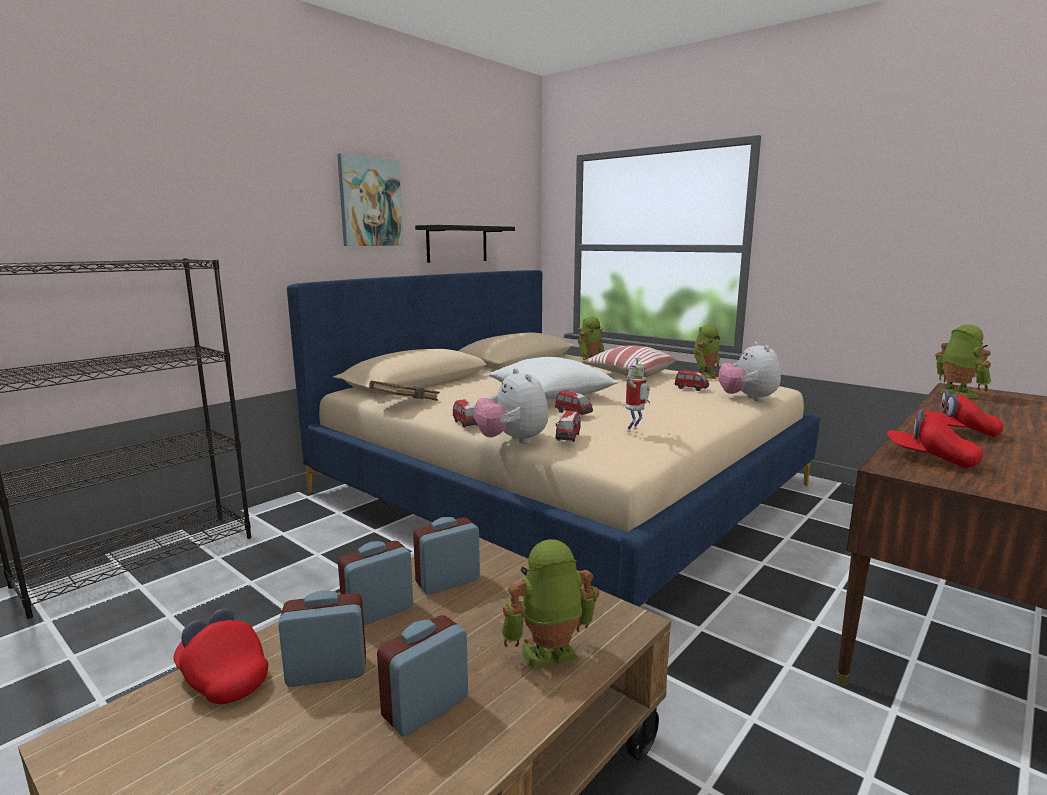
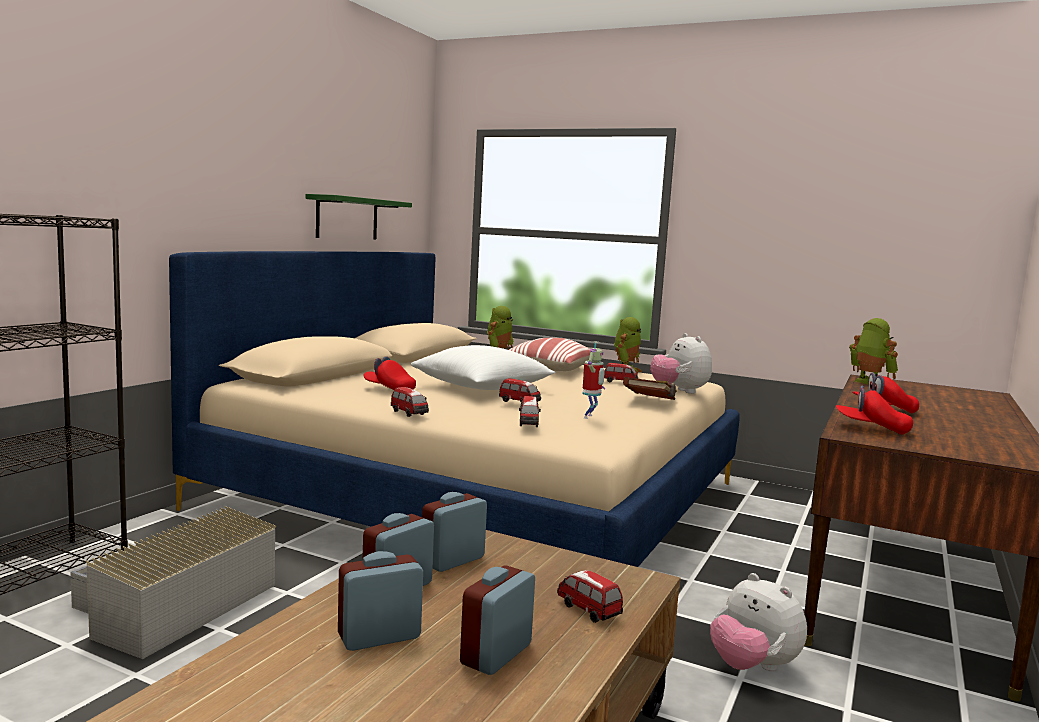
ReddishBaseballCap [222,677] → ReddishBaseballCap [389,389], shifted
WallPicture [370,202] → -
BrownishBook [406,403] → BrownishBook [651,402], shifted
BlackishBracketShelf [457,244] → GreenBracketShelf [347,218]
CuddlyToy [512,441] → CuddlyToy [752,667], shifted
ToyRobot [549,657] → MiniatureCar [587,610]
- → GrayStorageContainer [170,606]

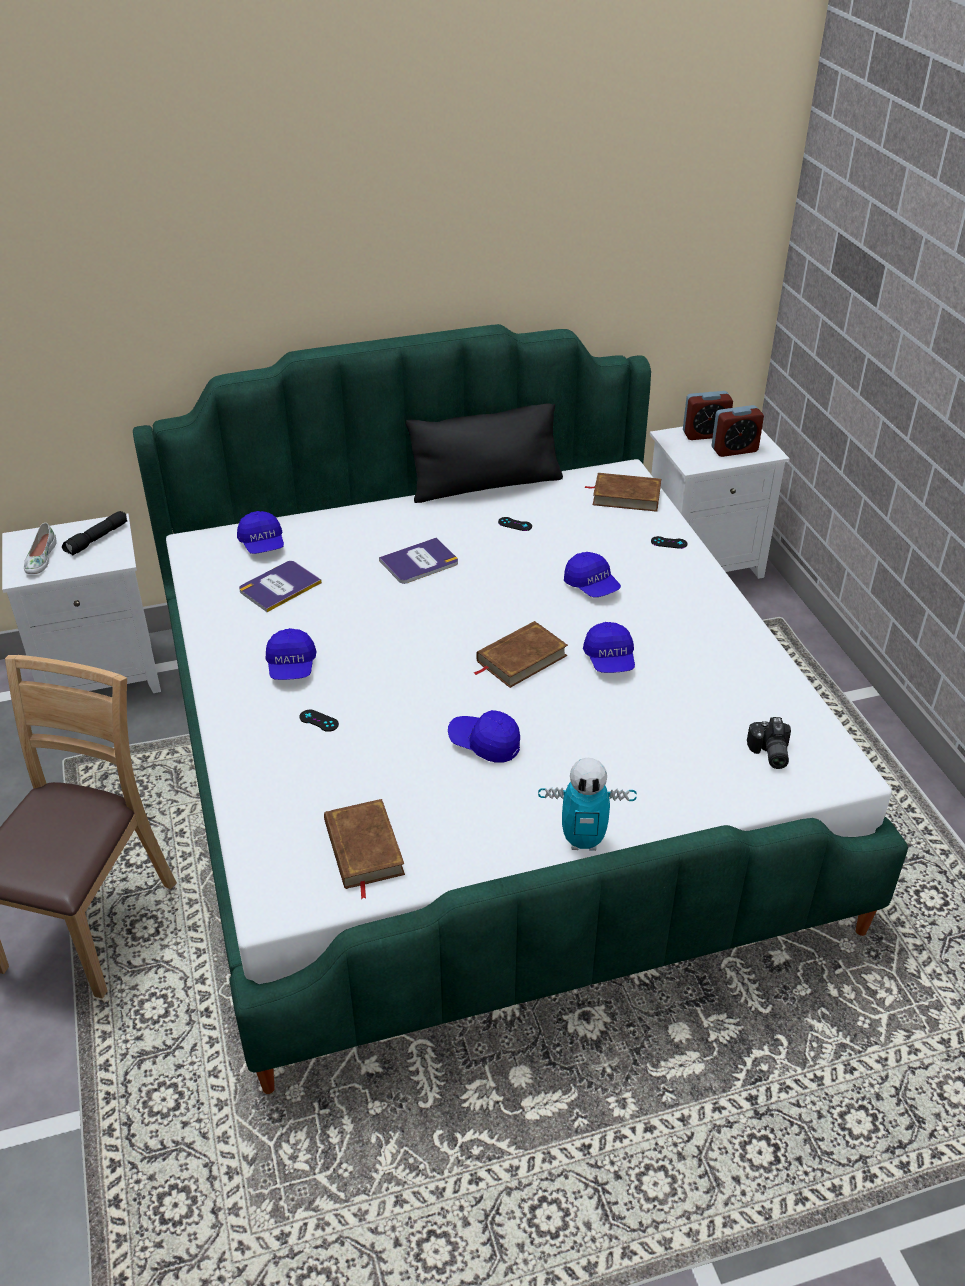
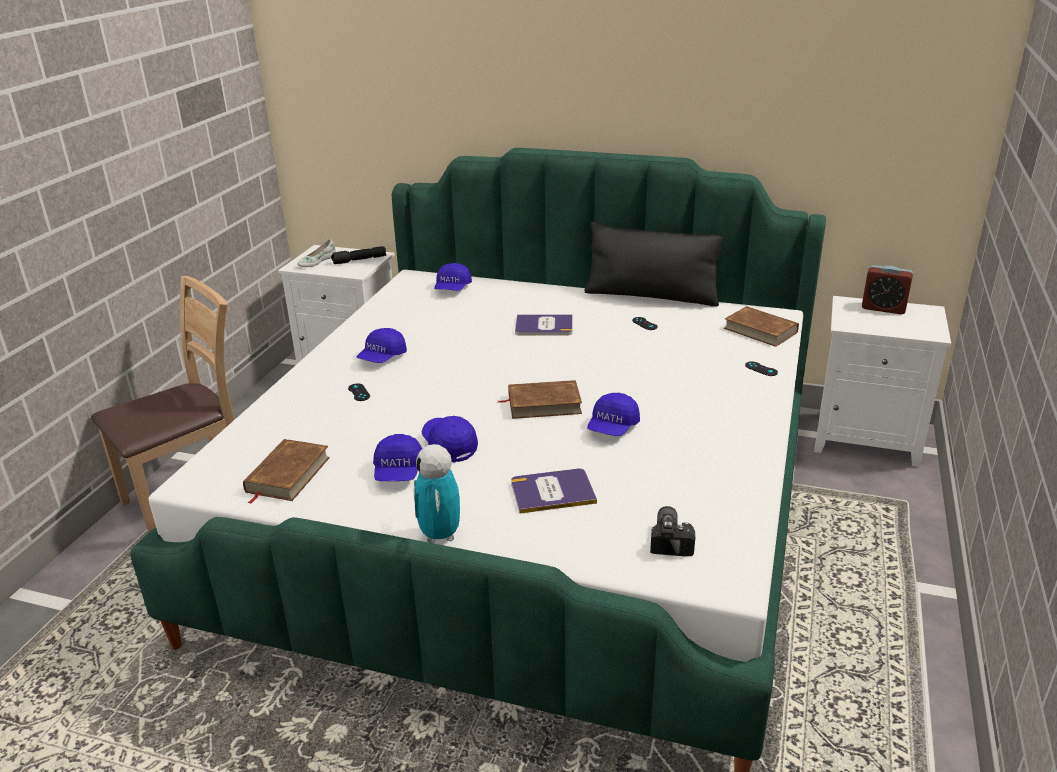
Book [279,587] → Book [552,492], shifted
ToyRobot [583,841] → ToyRobot [440,535], 45 degrees clockwise
BlueColouredBaseballCap [591,586] → BlueColouredBaseballCap [398,472], shifted
TableClock [734,450] → -
StillCamera [768,753] → StillCamera [672,539], 150 degrees clockwise

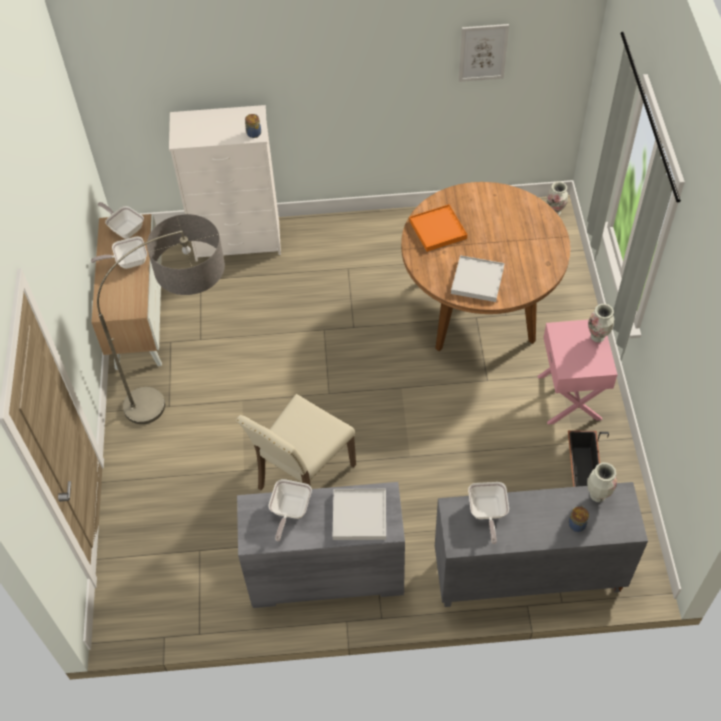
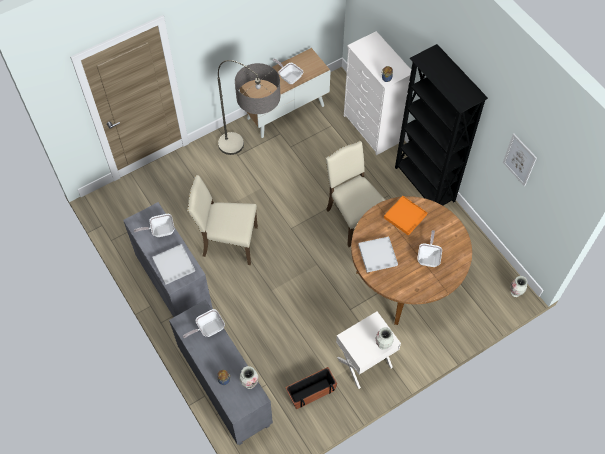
Pan [125,228] → Pan [429,257], shifted
PinkishNightTable [570,397] → WhitishNightTable [365,363]
- → SandColouredChair [353,218]
- → BlackishShelvingUnit [424,185]

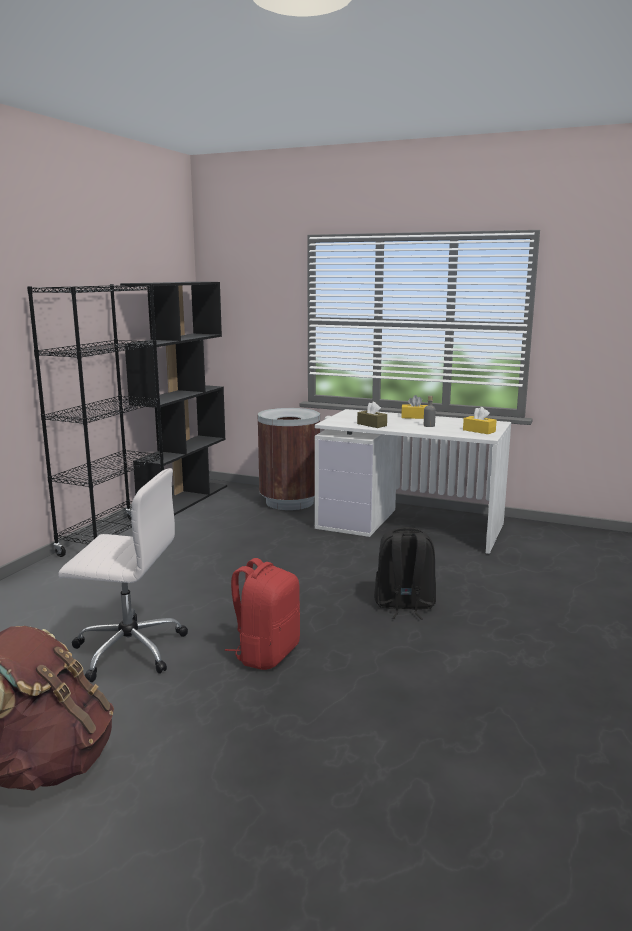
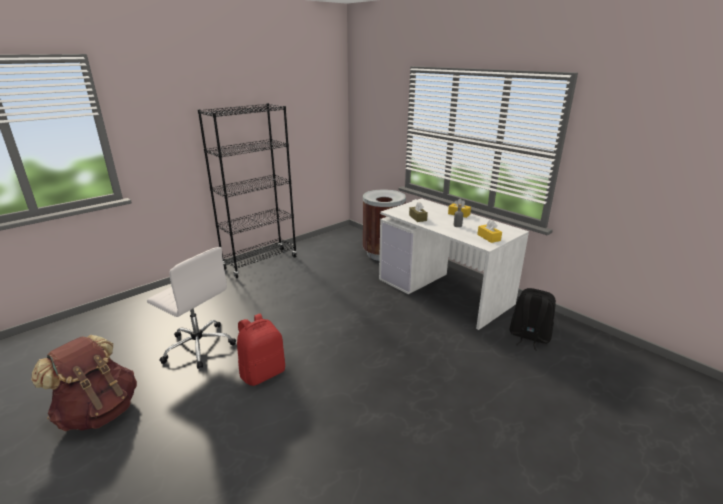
BlackishShelvingUnit [184,500] → -
BlackishBackpack [404,605] → BlackishBackpack [528,337], shifted

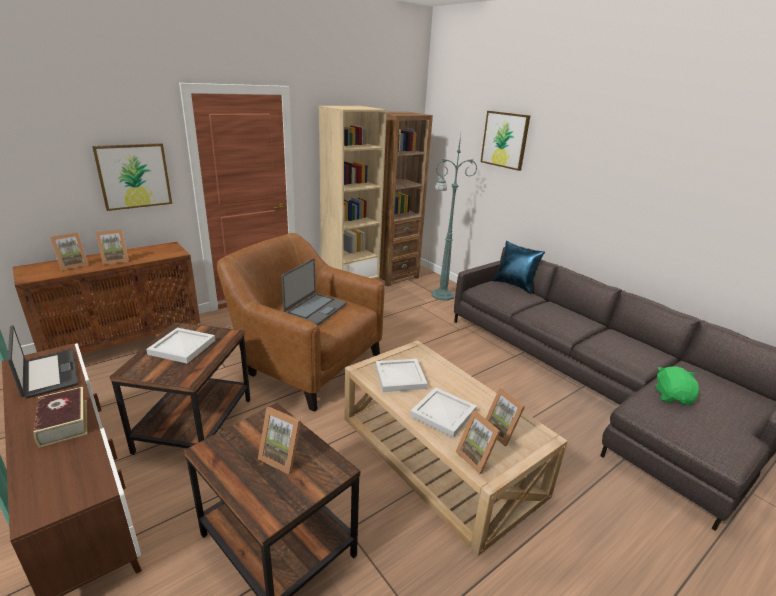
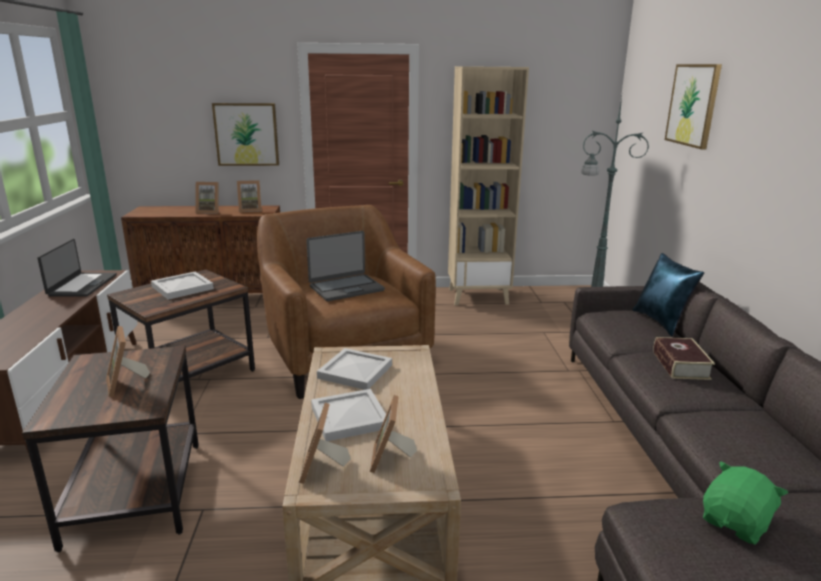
Book [64,422] → Book [680,365], shifted
PictureFrame [72,265] → PictureFrame [250,210], shifted
BrownishShelvingUnit [392,276] → -

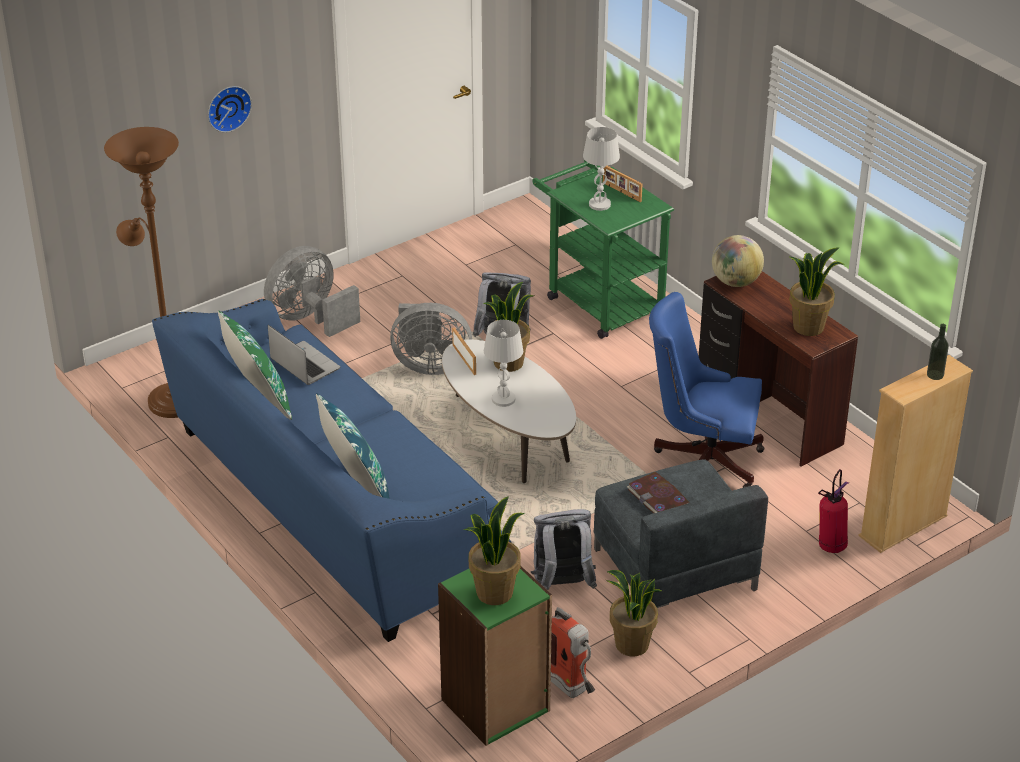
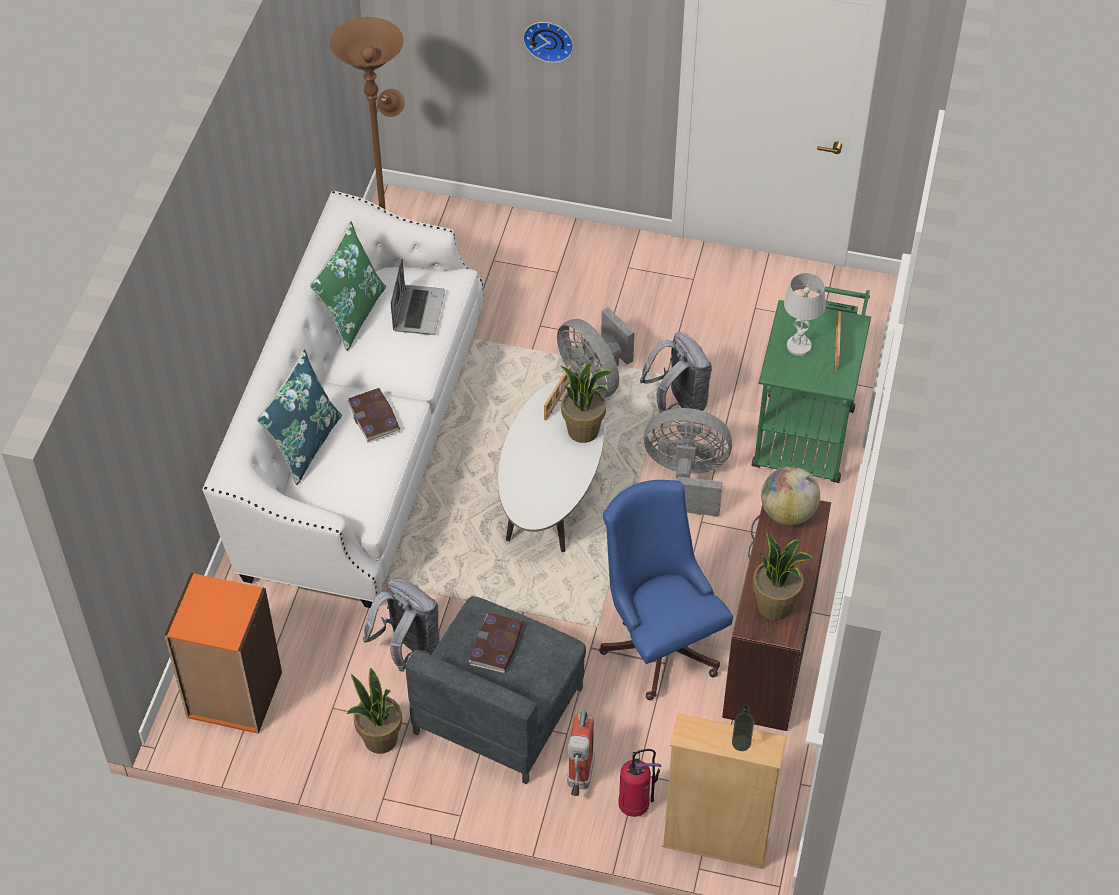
BlueColouredSettee [332,507] → WhitishSettee [360,441]
GrayFan [310,319] → GrayFan [687,477], shifted
GreenShelvingUnit [496,706] → OrangeShelvingUnit [234,696]
PlantInAPot [494,592] → -
WhitishTabletopLamp [503,399] → -
Extinguisher [572,690] → Extinguisher [579,780], shifted
- → Book [374,417]

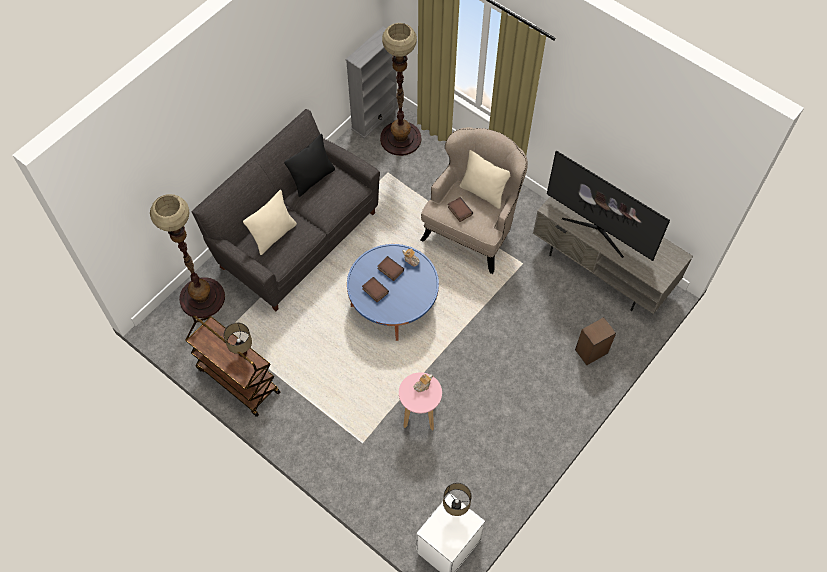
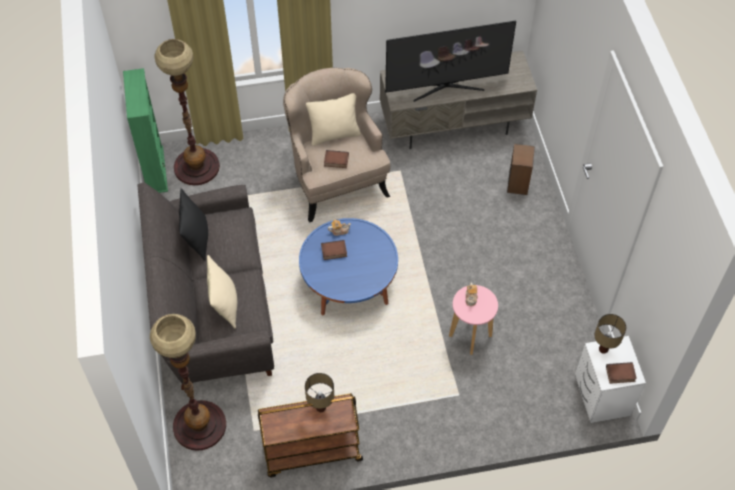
GrayShelvingUnit [374,118] → GreenShelvingUnit [155,170]
Book [374,291] → Book [620,375], shifted

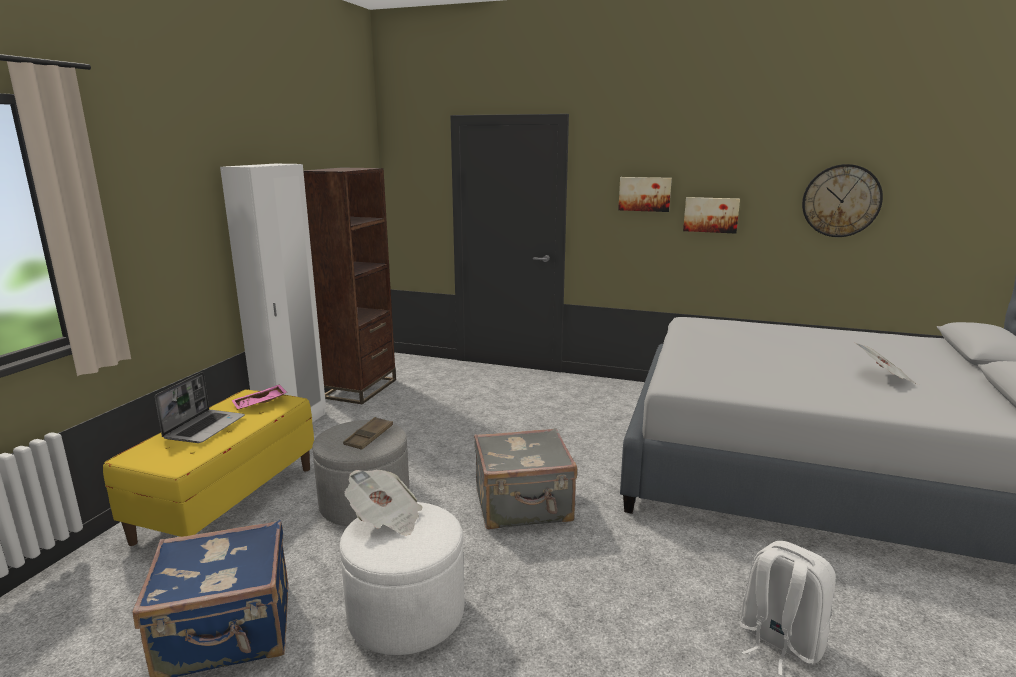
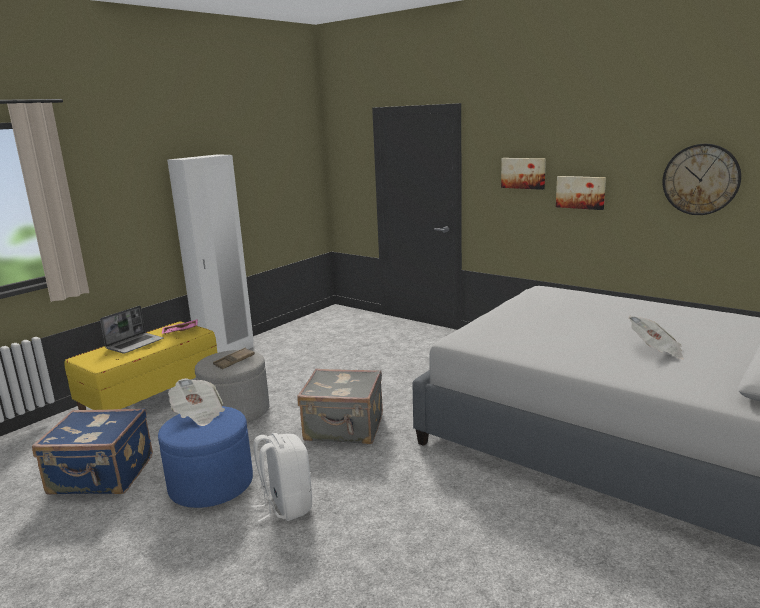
BrownishShelvingUnit [360,388] → -
WhitishFootrest [406,613] → BlueColouredFootrest [211,484]
WhitishBackpack [778,642] → WhitishBackpack [286,506], shifted

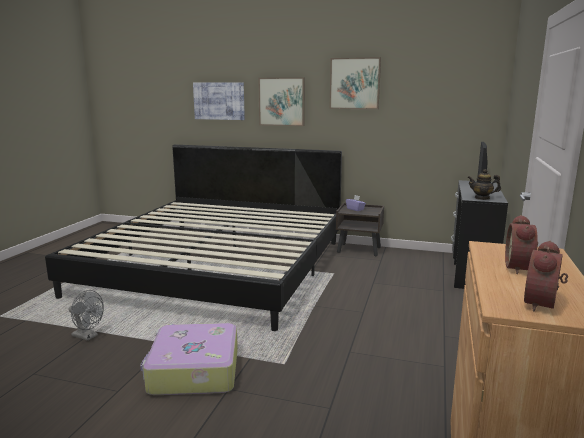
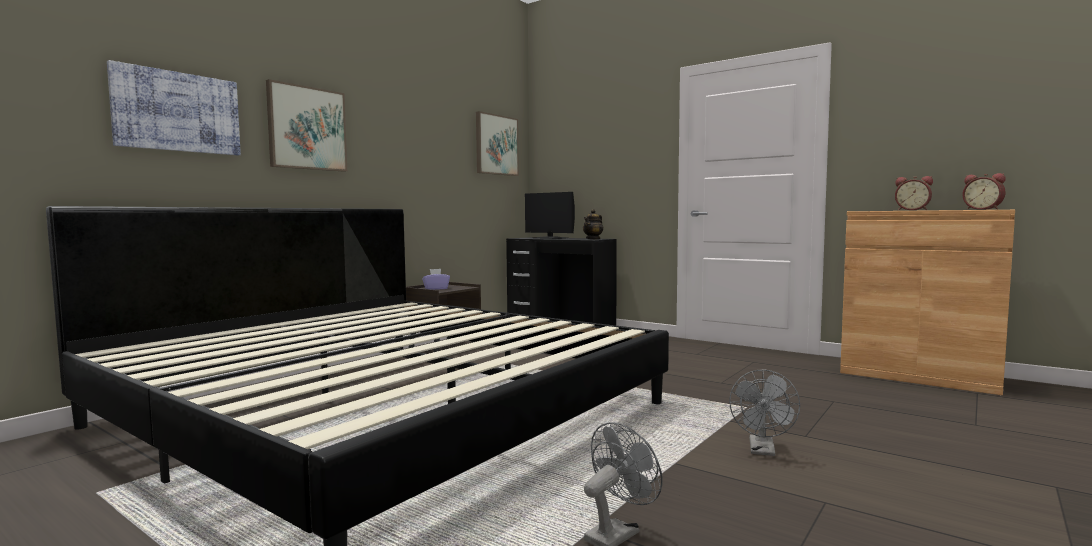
PieceOfLuggage [193,371] → GrayFan [763,451]
WallPicture [354,83] → WallPicture [496,145], shifted

